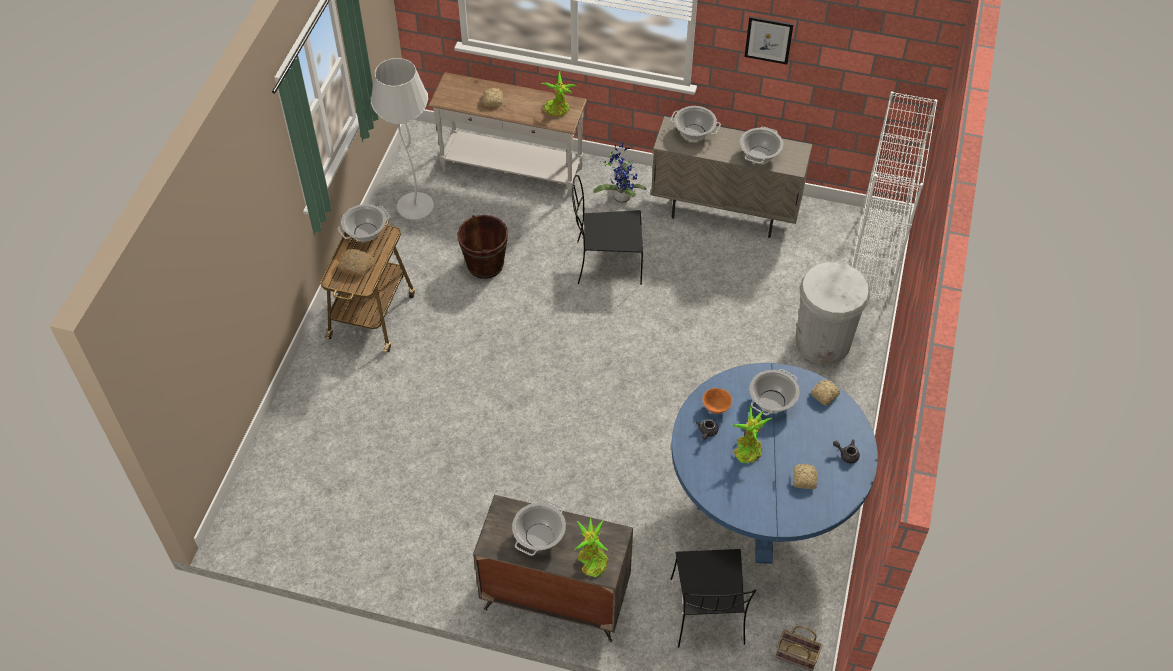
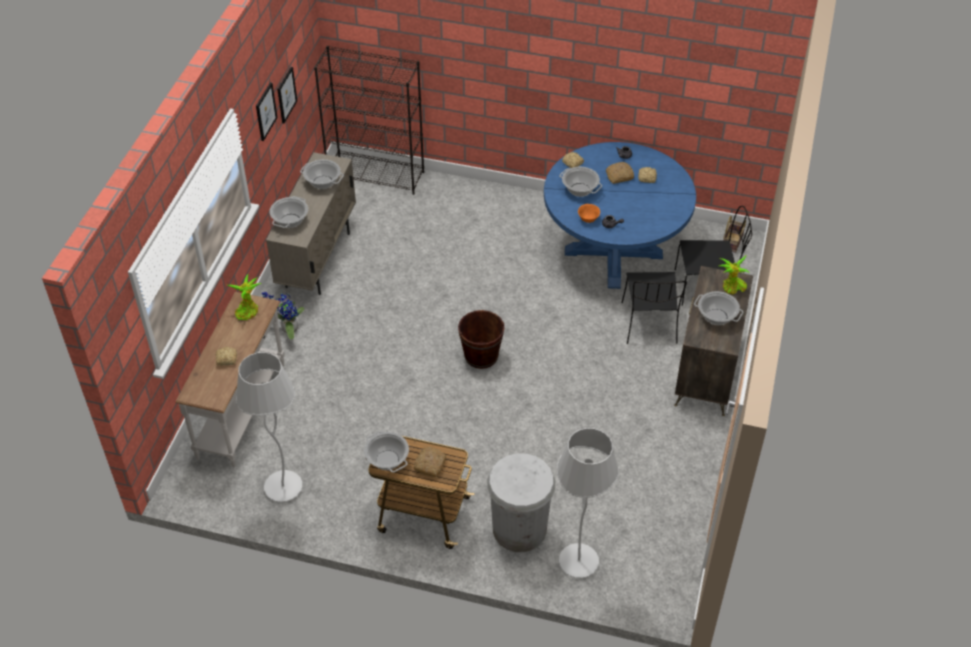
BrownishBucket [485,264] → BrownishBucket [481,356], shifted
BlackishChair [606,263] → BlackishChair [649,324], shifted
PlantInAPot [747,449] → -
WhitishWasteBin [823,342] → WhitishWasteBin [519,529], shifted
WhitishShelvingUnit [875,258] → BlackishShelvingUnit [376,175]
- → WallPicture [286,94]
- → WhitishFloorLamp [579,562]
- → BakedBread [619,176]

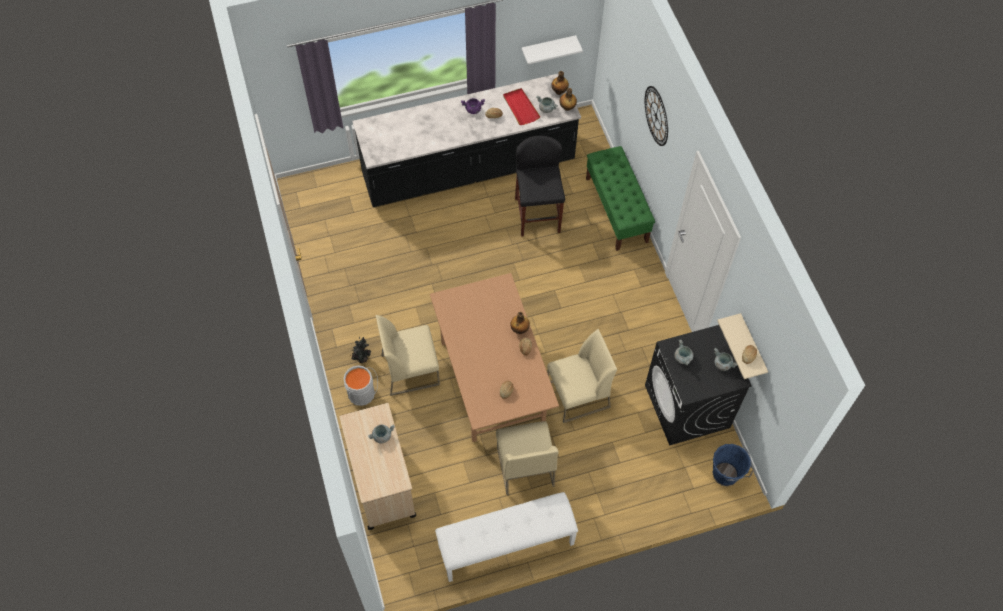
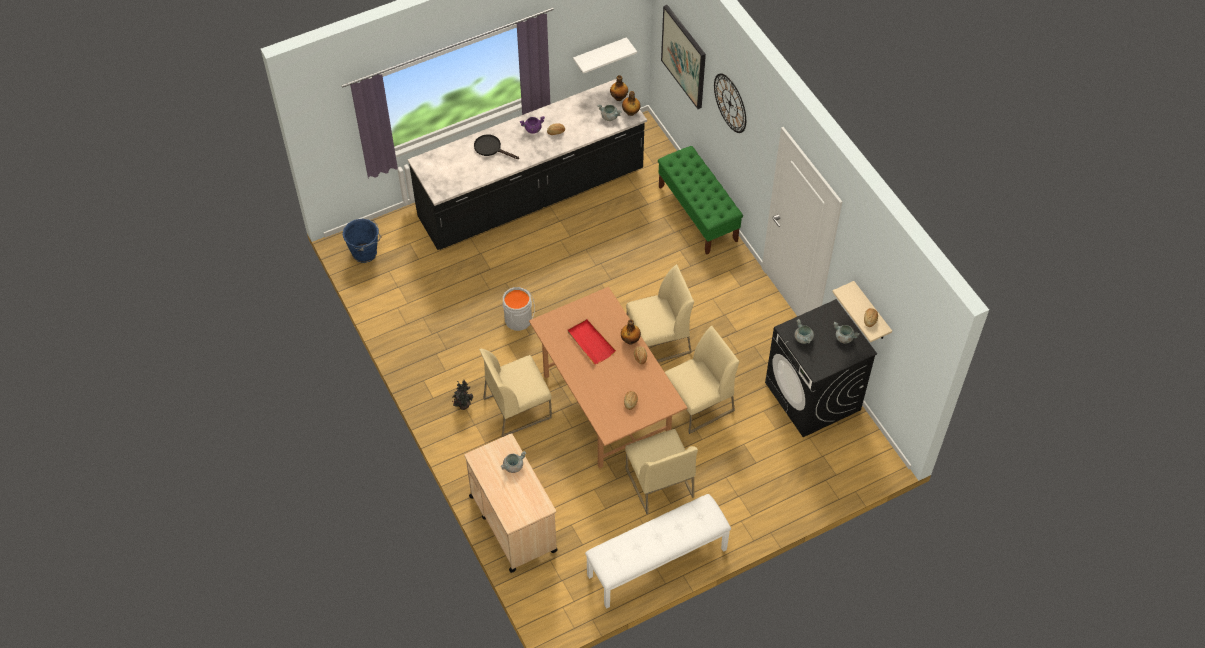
GrayBucket [362,394] → GrayBucket [519,320], shifted
ReddishServingTray [520,107] → ReddishServingTray [590,343], shifted
BlackishStool [537,215] → -
BlueColouredBucket [726,475] → BlueColouredBucket [365,253], shifted
- → BlackishPan [491,148]
- → SandColouredChair [658,341]
- → WallPicture [684,56]

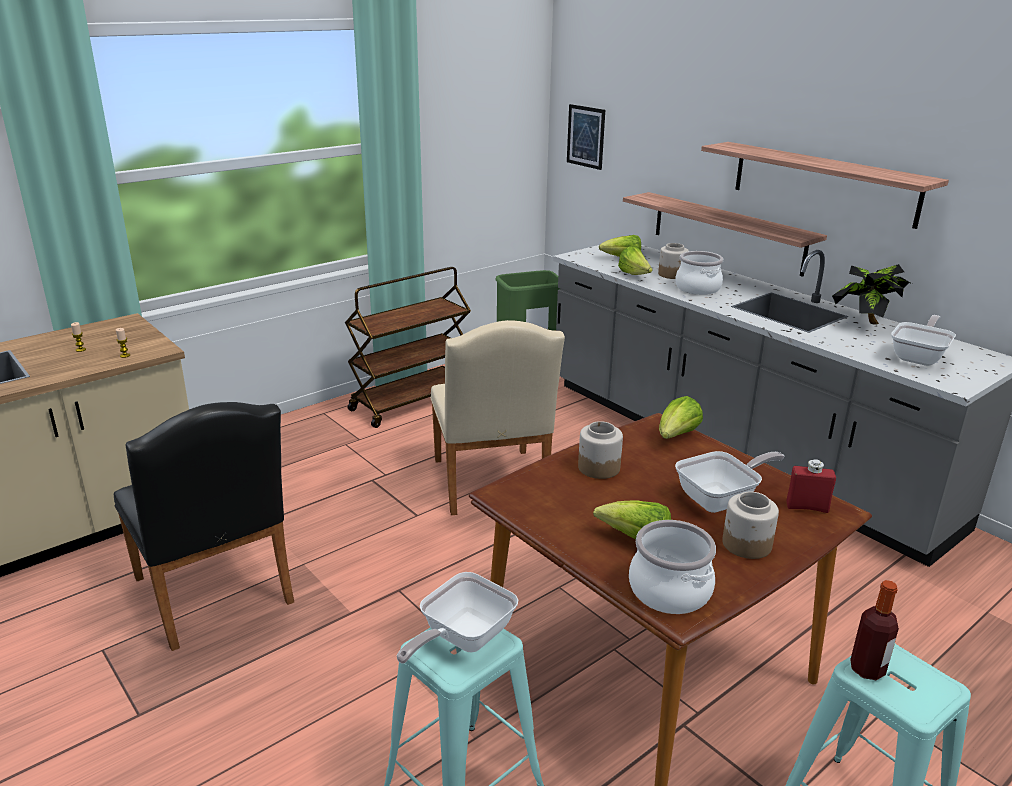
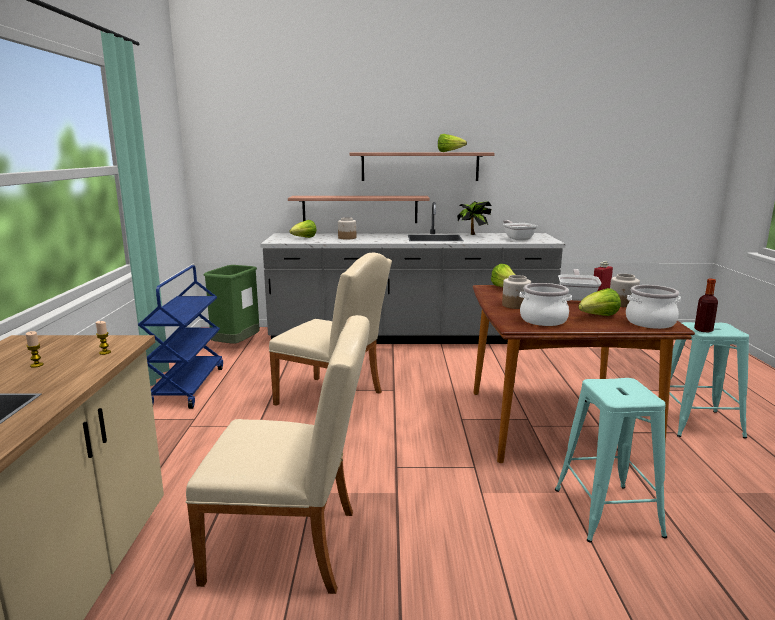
BlackishChair [216,596] → SandColouredChair [293,546]
BrownishTrolley [411,402] → BlueColouredTrolley [188,386]
Pan [461,639] → -
WallPicture [585,136] → -
HeadOfLettuce [634,275] → HeadOfLettuce [449,152], shifted
Stockpot [697,288] → Stockpot [543,320], shifted

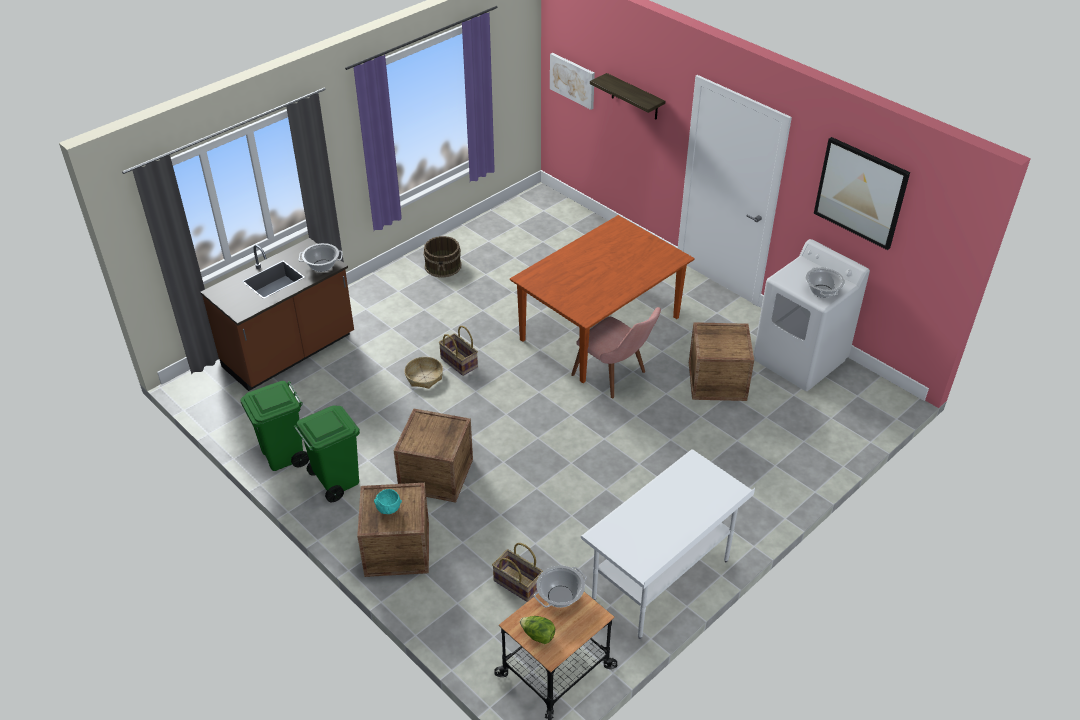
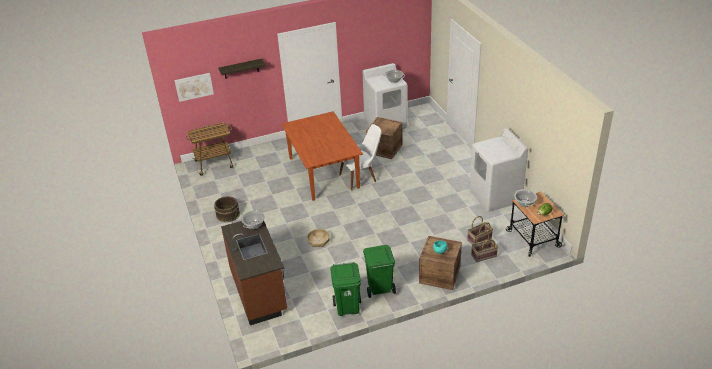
PackingCrate [436,475] → -
Basket [458,363] → Basket [484,256], shifted
PinkishChair [616,377] → WhitishChair [362,176]
WhitishDeskUnit [661,580] → WhitishLaundryAppliance [495,197]
WallPicture [861,192] → -
- → Trolley [215,164]

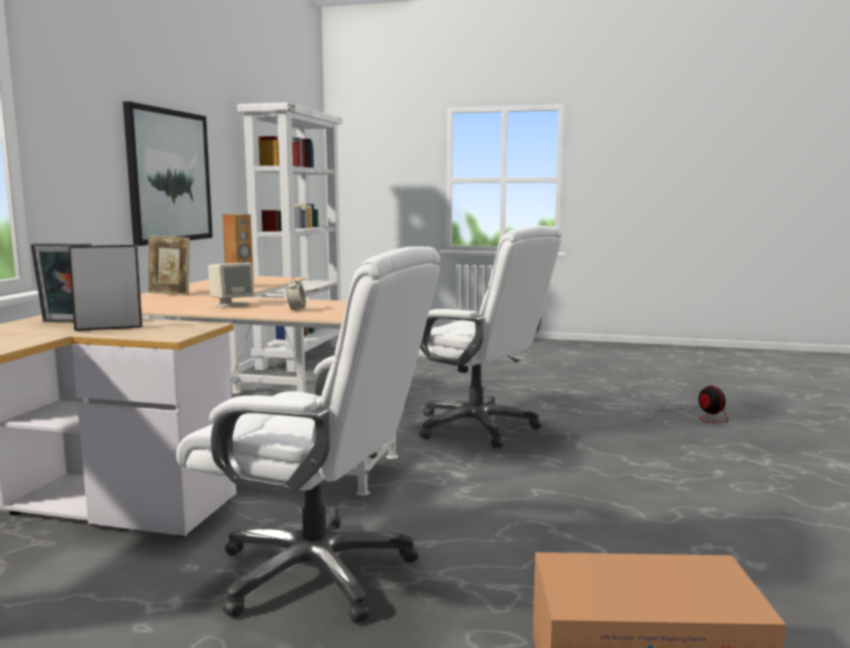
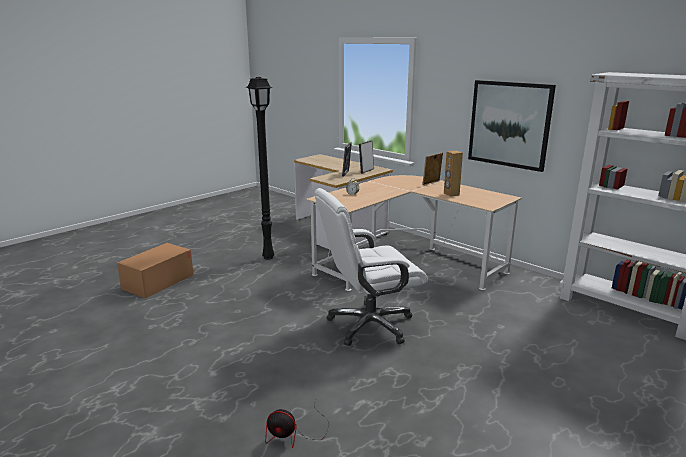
WhitishDeskChair [317,571] → BlackishFloorLamp [267,257]
SandColouredSpeaker [232,304] → -

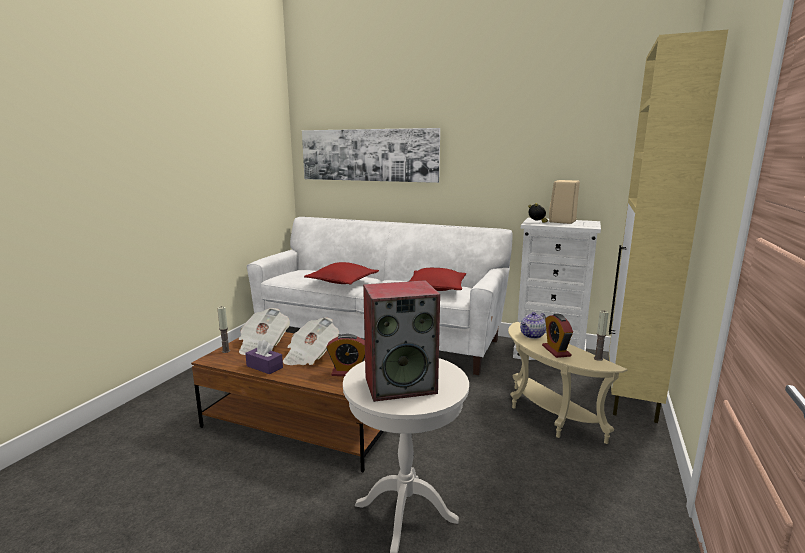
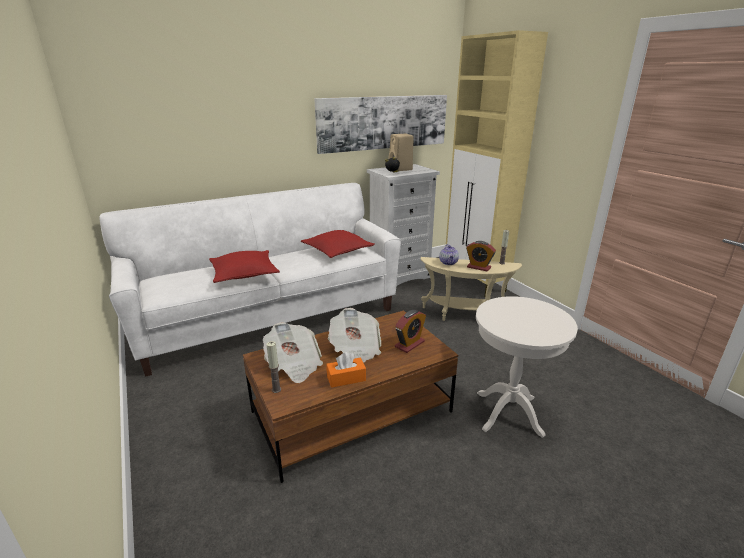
PurpleTissueBox [264,367] → OrangeTissueBox [346,378]
WallPicture [368,155] → WallPicture [384,122], shifted
Speaker [401,384] → -

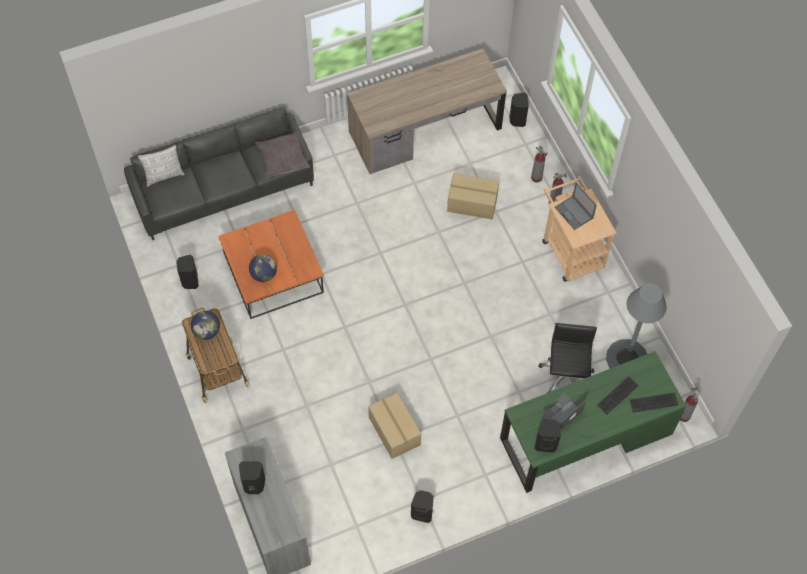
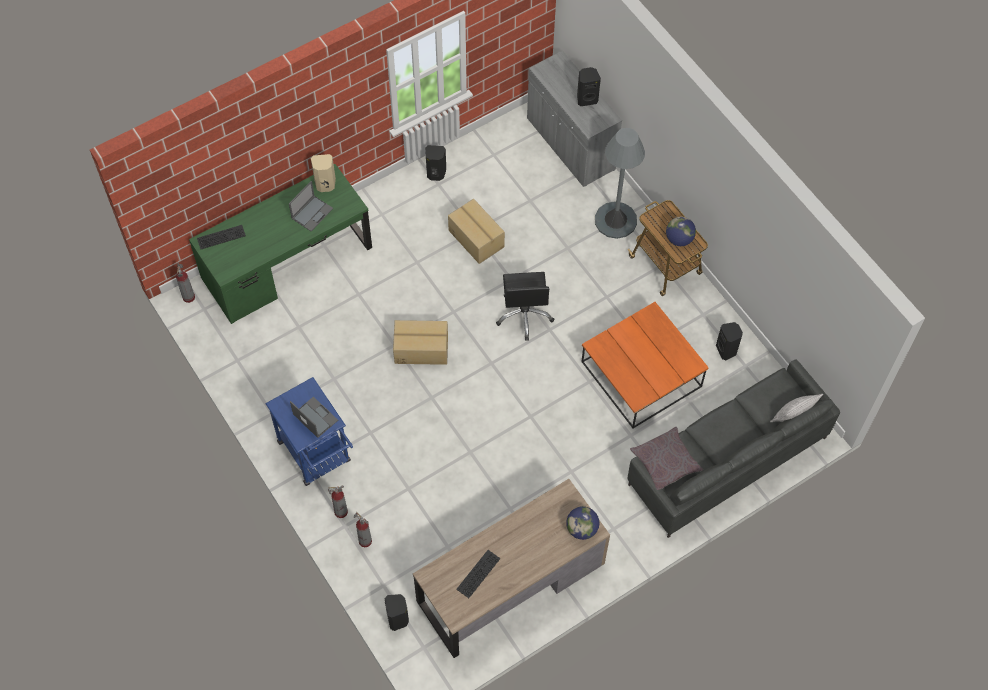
DeskGlobe [264,275] → DeskGlobe [582,529], shifted
Carton [472,203] → Carton [421,348], shifted
BlackishSpeaker [545,443] → SandColouredSpeaker [325,185]
BlackishDeskChair [565,376] → BlackishDeskChair [524,315], shifted
SandColouredTrolley [570,249] → BlueColouredTrolley [317,456]
ComputerKeyboard [618,396] → ComputerKeyboard [478,572], shifted
GrayFloorLamp [627,358] → GrayFloorLamp [615,220], shifted

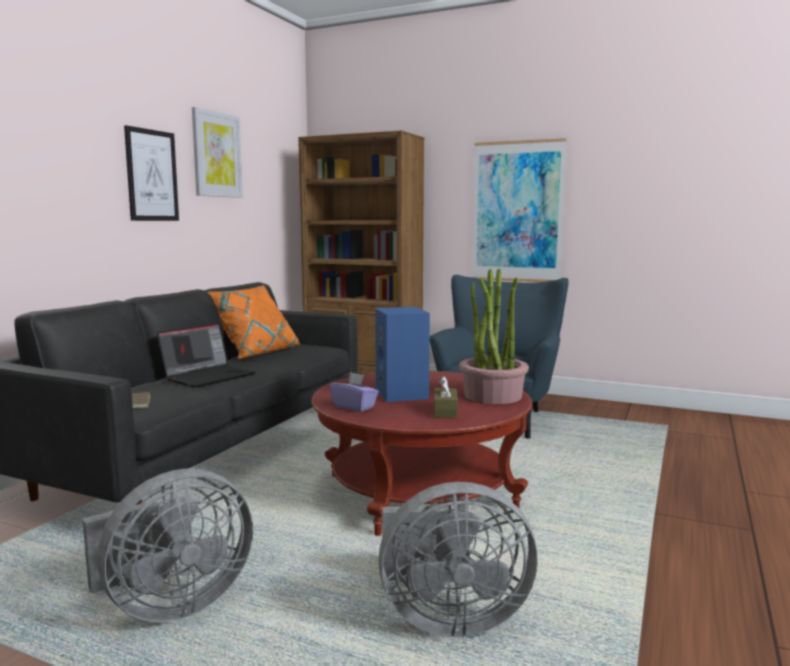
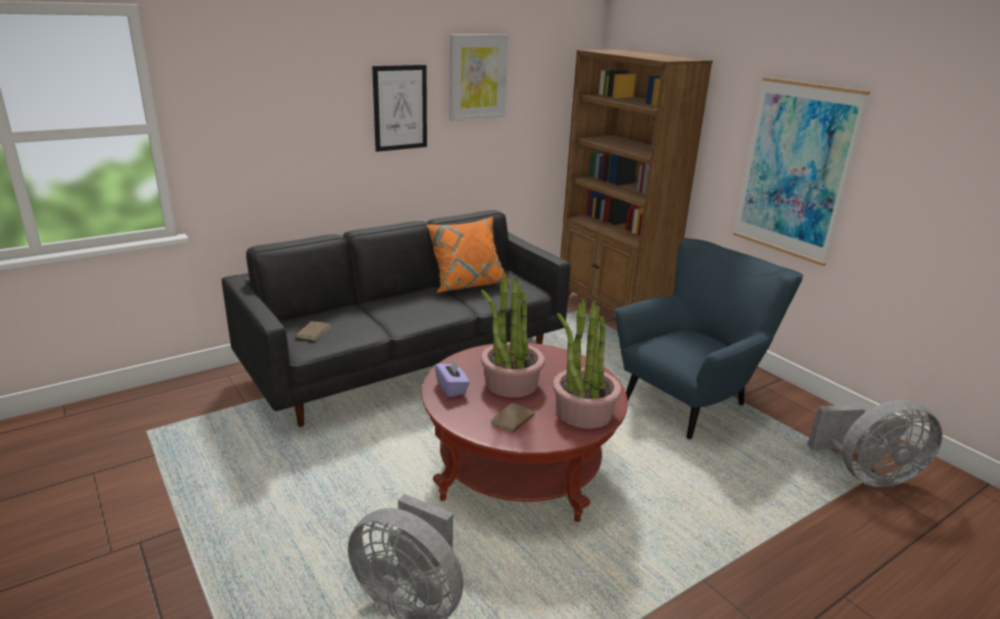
GrayFan [171,605] → GrayFan [867,475], shifted
NotebookComputer [209,376] → -
BlueColouredSpeaker [403,394] → PlantInAPot [511,383]
BrownishTissueBox [445,411] → BrownishBook [514,420]

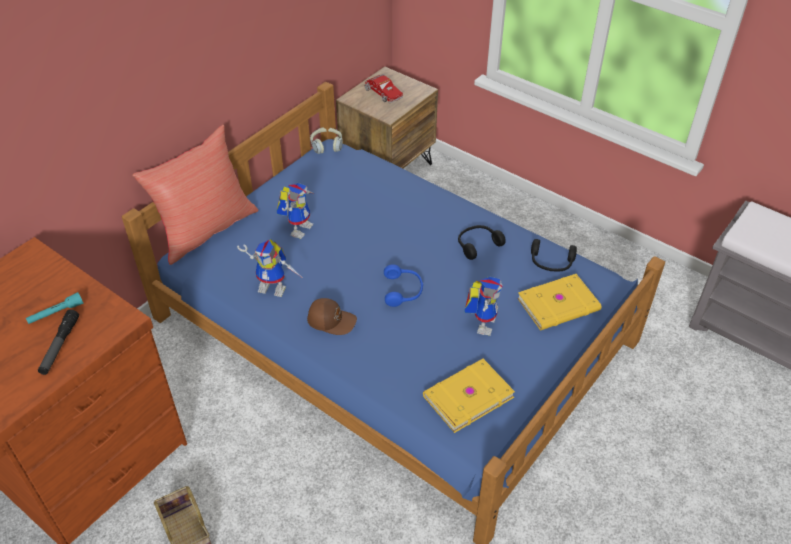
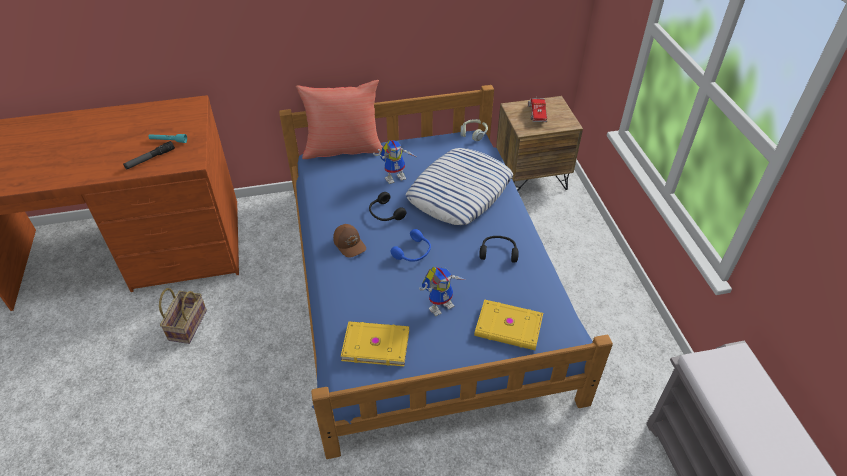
ToyRobot [275,287] → -
BlackishHeadset [551,263] → BlackishHeadset [385,213], shifted
- → ThrowPillow [459,192]

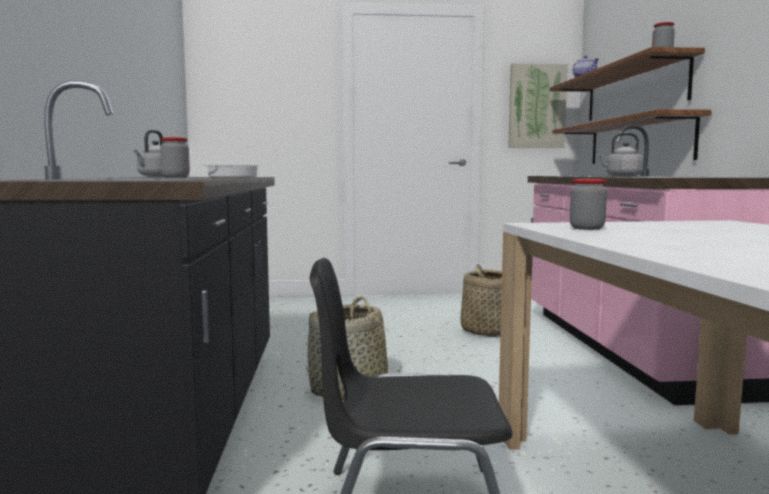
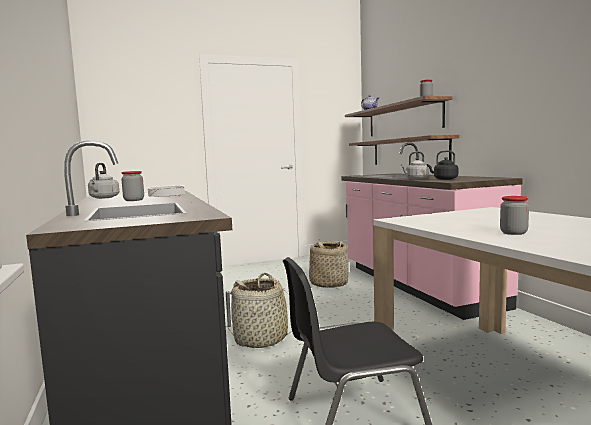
WallPicture [536,106] → -
StorageJar [586,228] → StorageJar [513,233], shifted
- → BlackishKettle [444,179]

